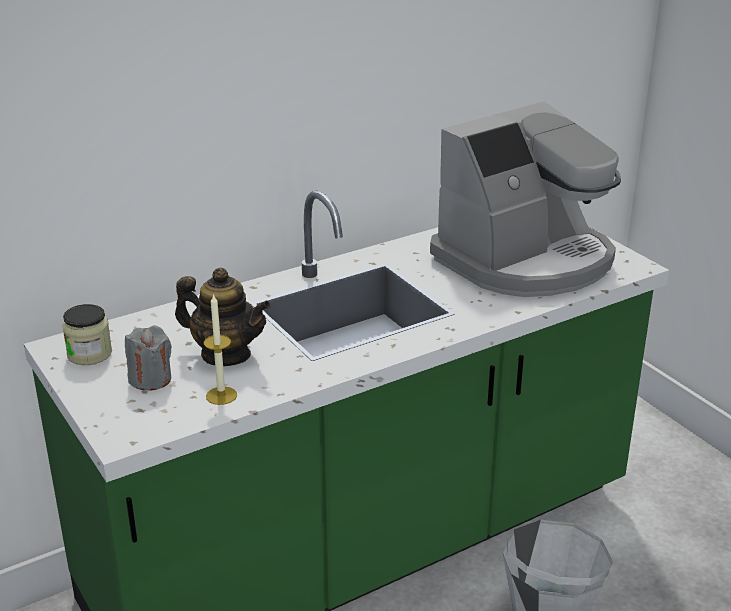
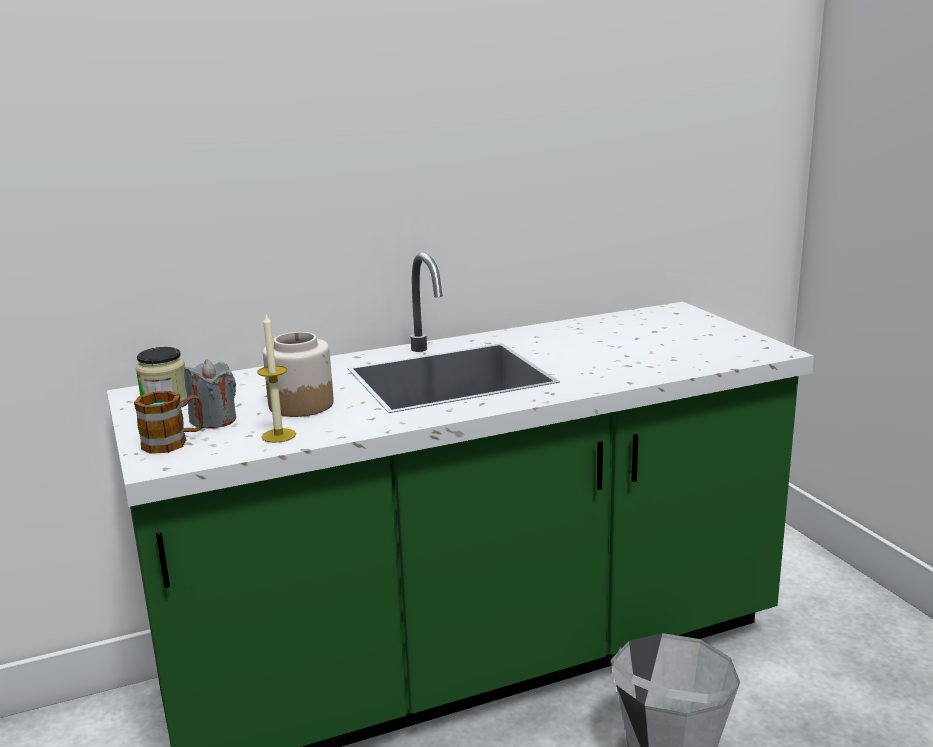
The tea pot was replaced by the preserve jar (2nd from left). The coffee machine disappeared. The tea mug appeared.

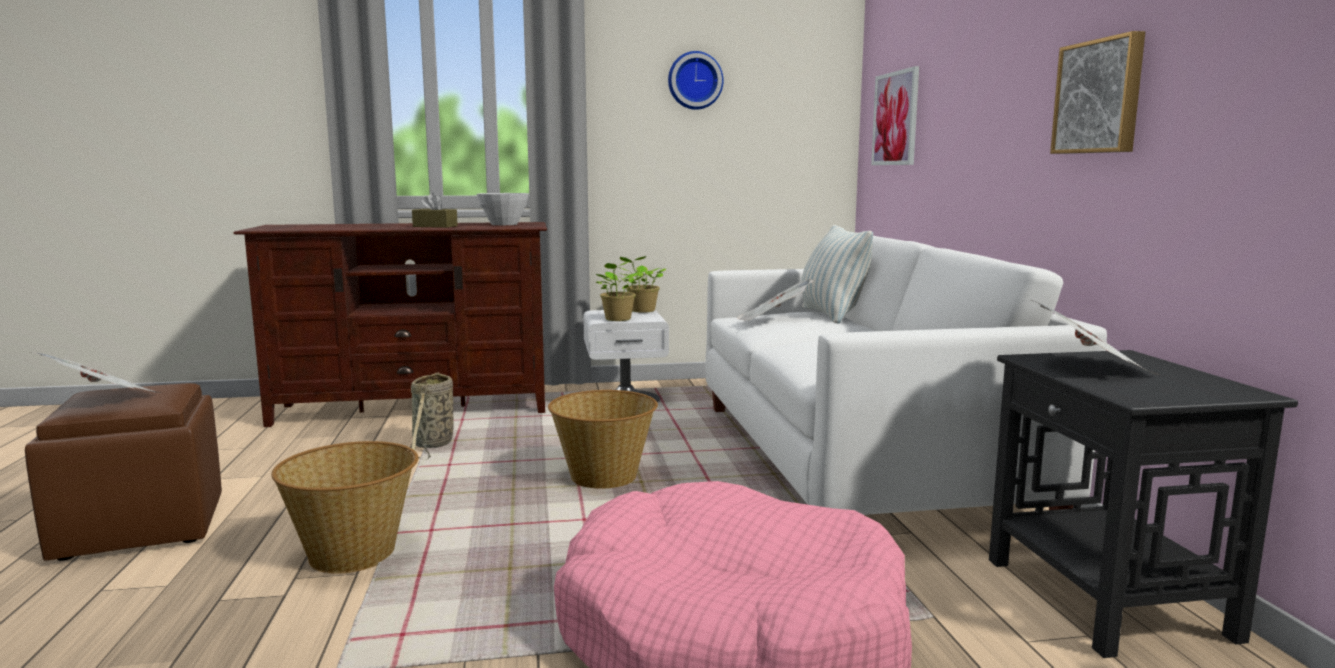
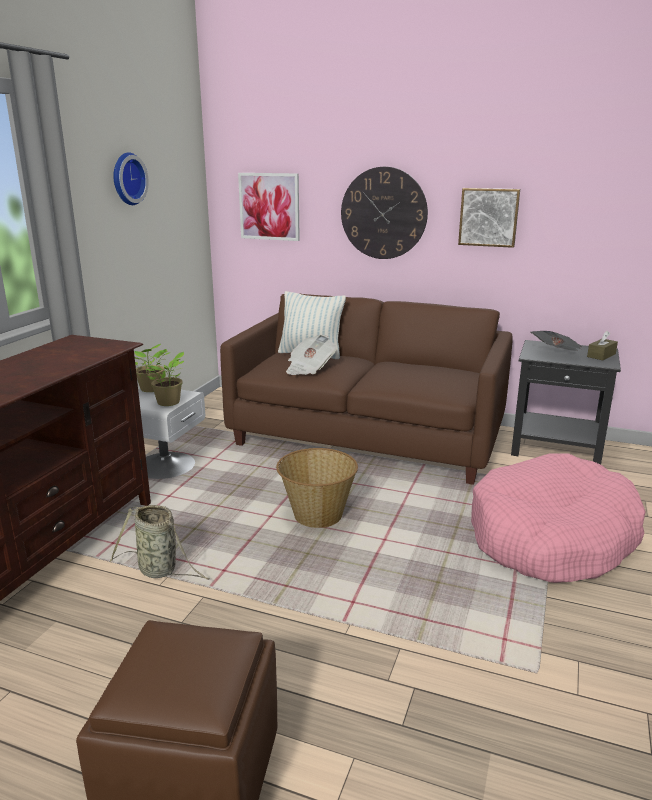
The newspaper (1st from left) disappeared. The storage basket (1st from left) disappeared. The brown-coloured tissue holder moved. The whitish serving bowl disappeared. The whitish couch became the brown-coloured couch. The wall clock (2nd from left) appeared.

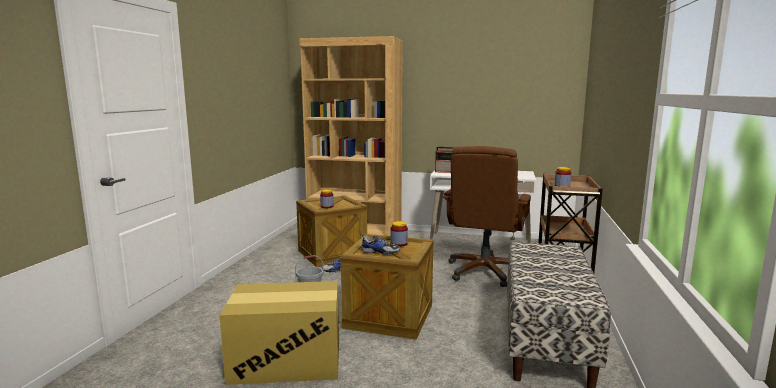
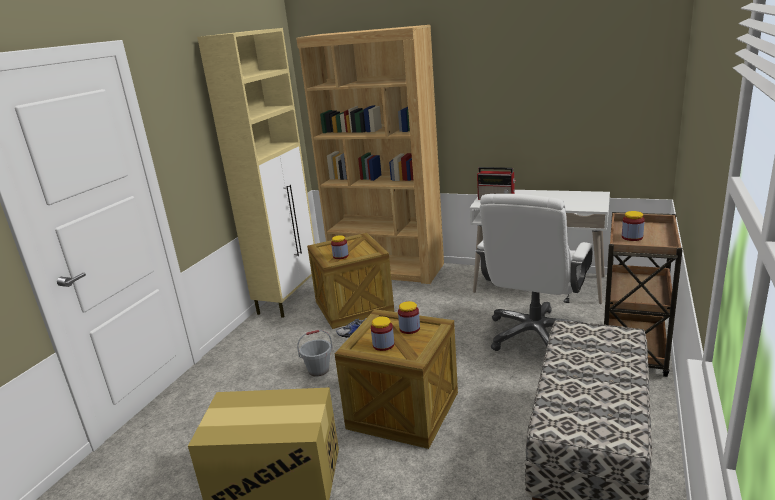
The low shoe (2nd from left) was replaced by the preserve jar (2nd from left). The brown-coloured computer chair became the whitish computer chair. The sand-coloured cupboard appeared.

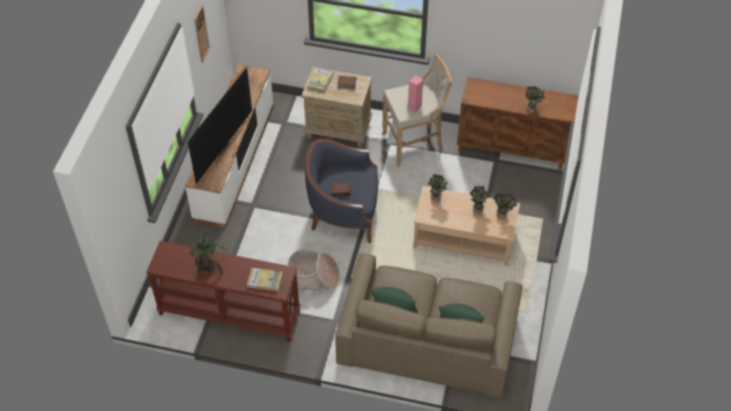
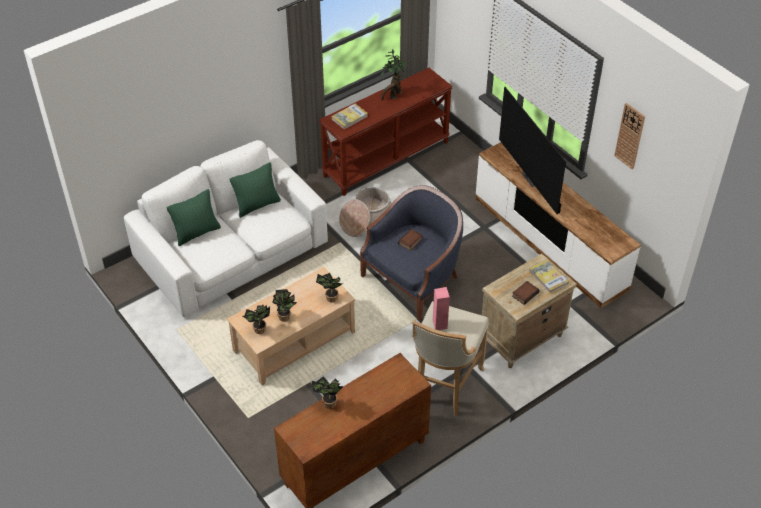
The brown-coloured couch became the whitish couch.

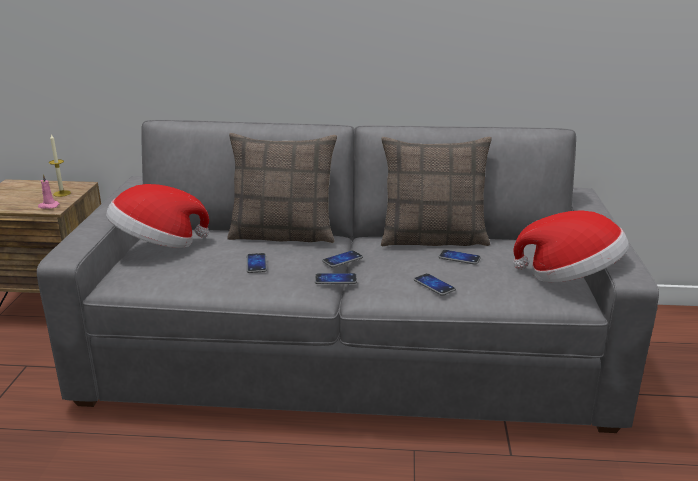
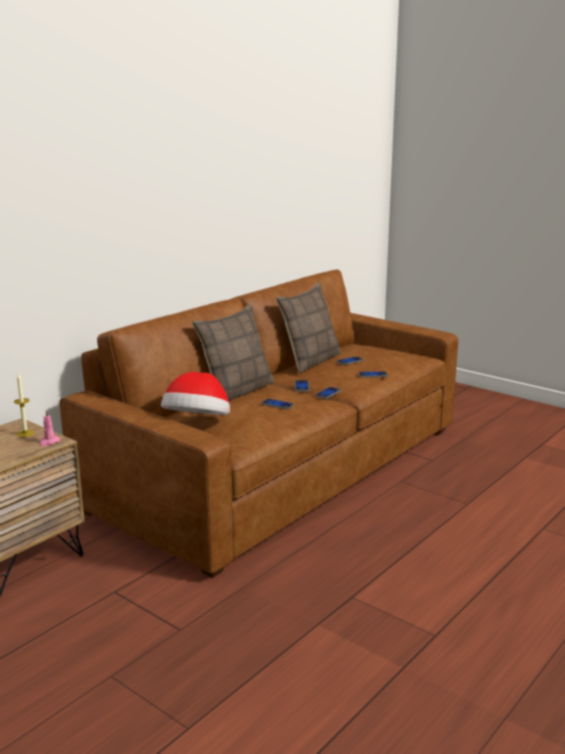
The greyish couch became the brown-coloured couch. The clothing hat (2nd from left) disappeared.

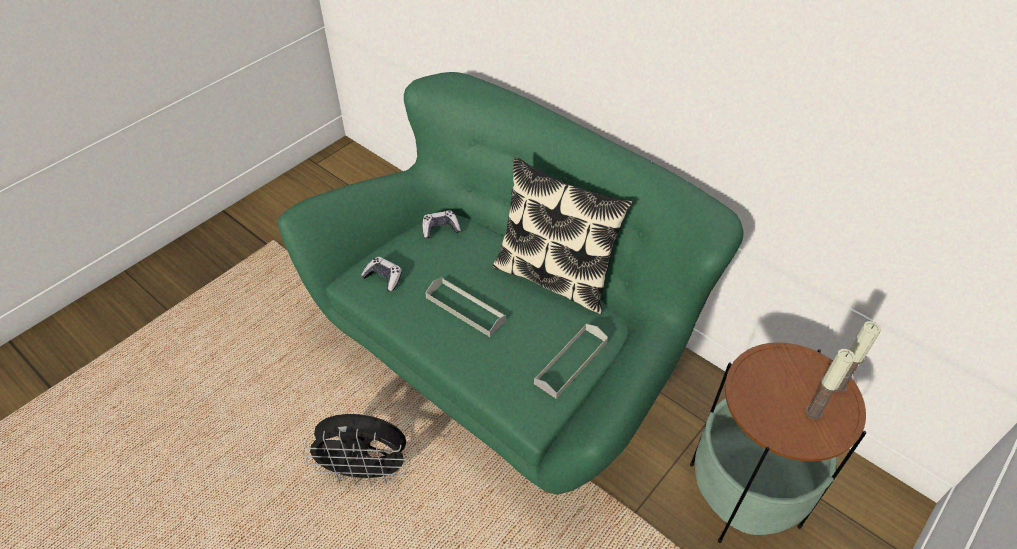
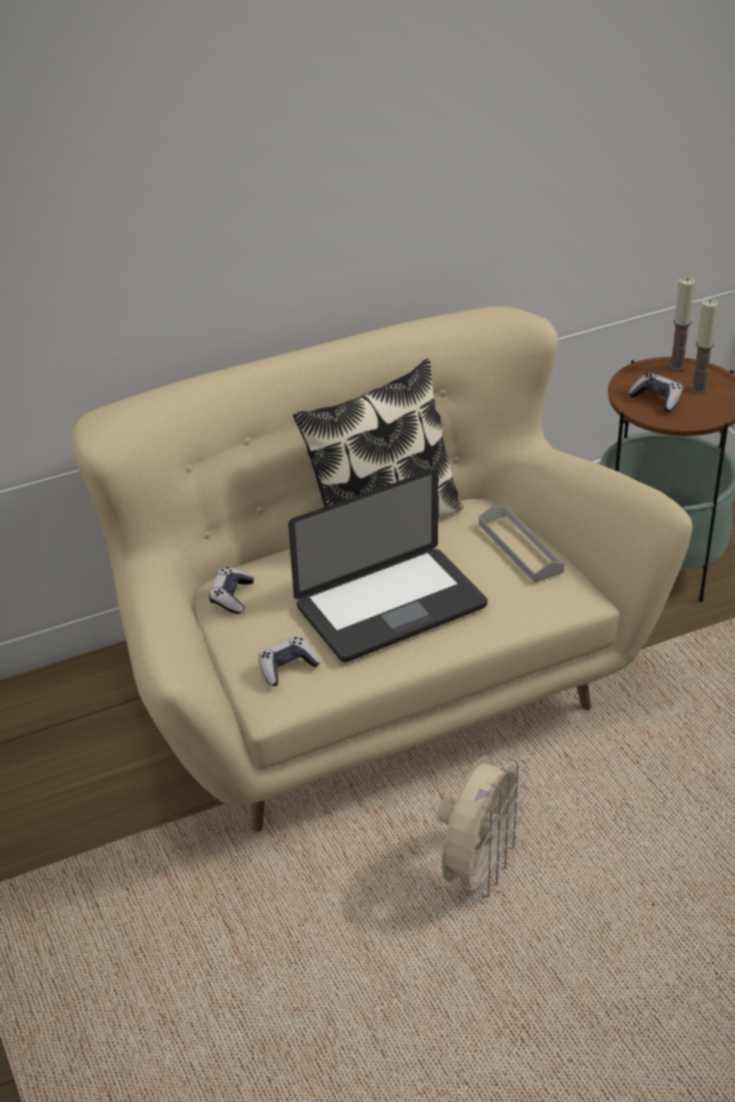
The green-coloured couch became the sand-coloured couch. The black cooling fan became the sand-coloured cooling fan. The greyish tray (1st from left) was replaced by the notebook computer. The gamepad (3rd from left) appeared.

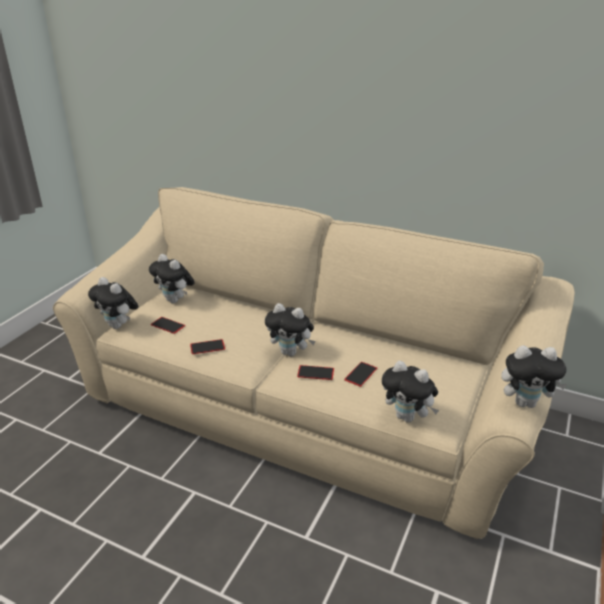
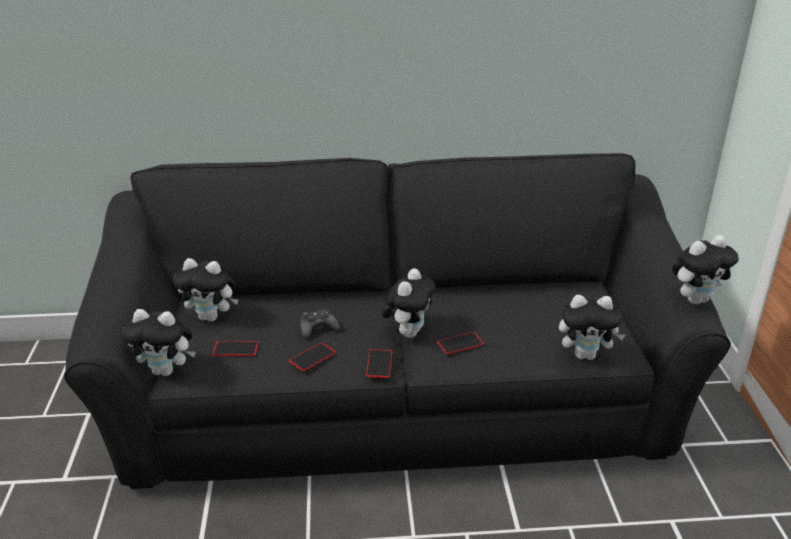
The sand-coloured couch became the black couch. The plush toy (3rd from left) turned 60 degrees counterclockwise. The phone (4th from left in the first image) moved. The black gamepad appeared.

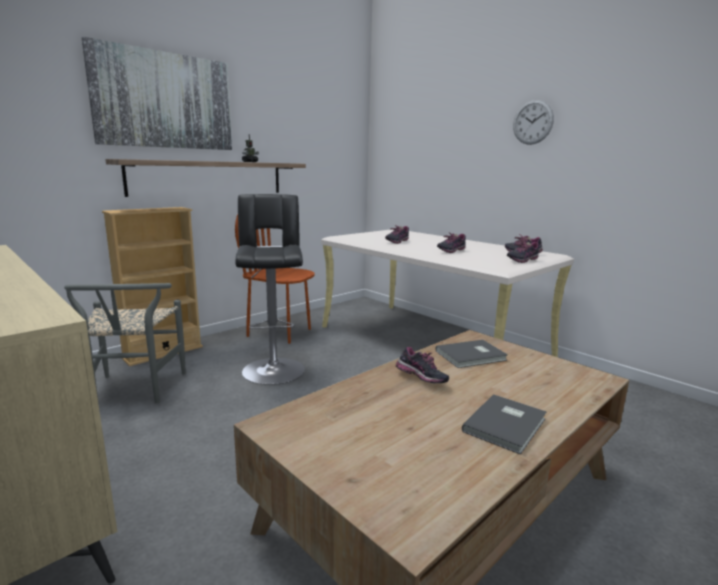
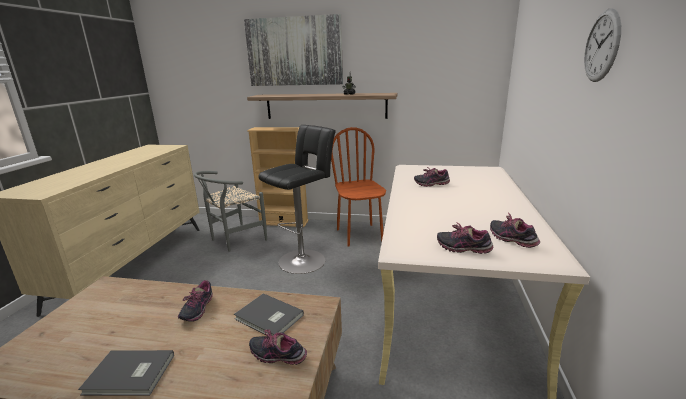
The low shoe (3rd from left in the first image) moved.

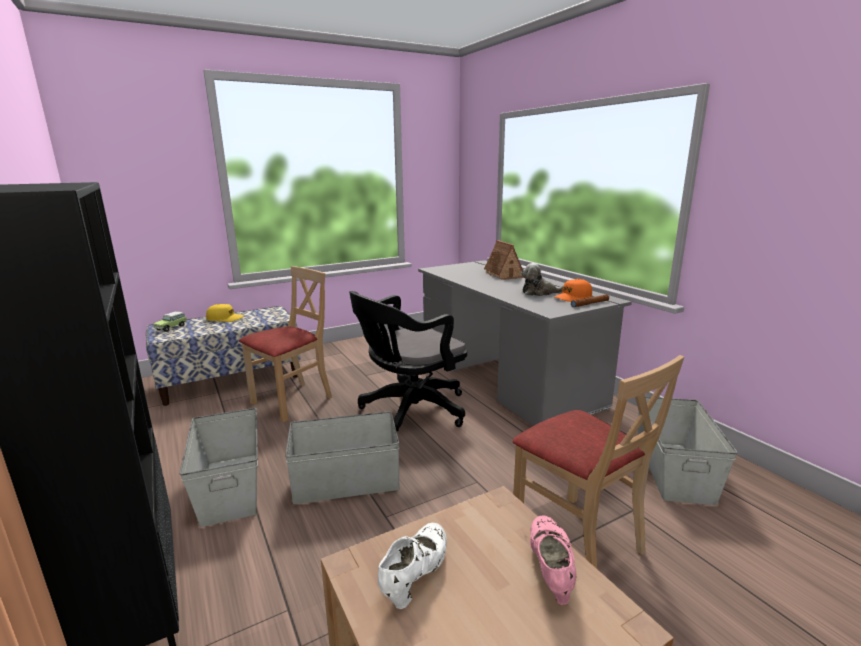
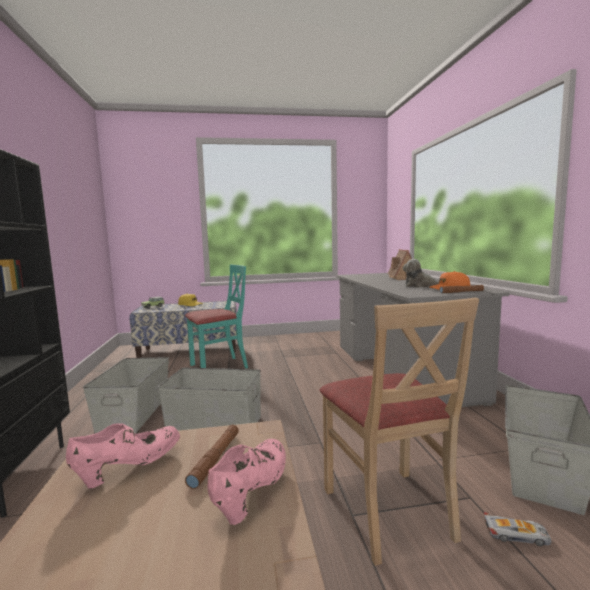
The sand-coloured plain chair (1st from left) became the blue-green plain chair. The black computer chair disappeared. The whitish low shoe became the pinkish low shoe (1st from left). The brown-coloured hand torch (1st from left) appeared. The miniature car (2nd from left) appeared.

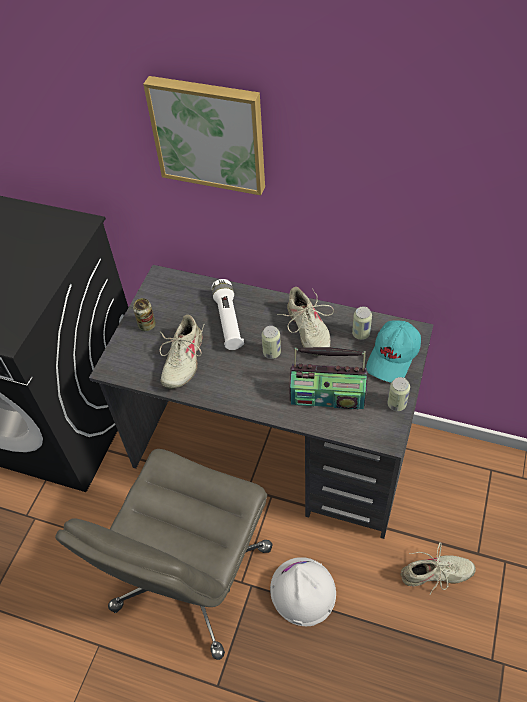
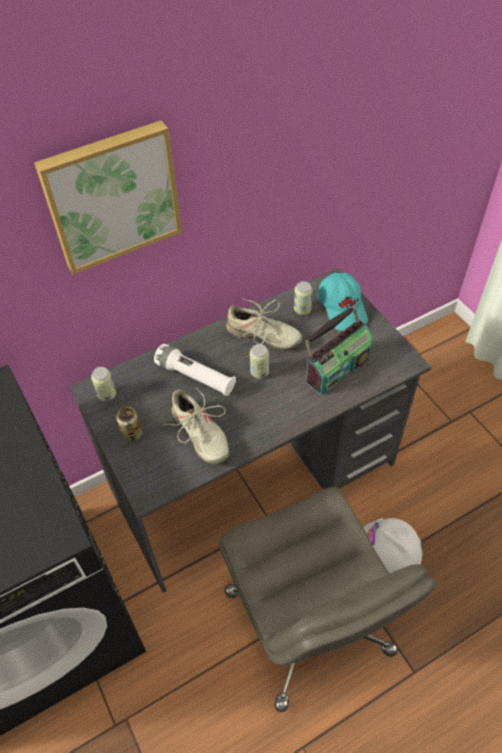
The metal can (4th from left in the first image) moved. The sand-coloured low shoe (3rd from left) disappeared.

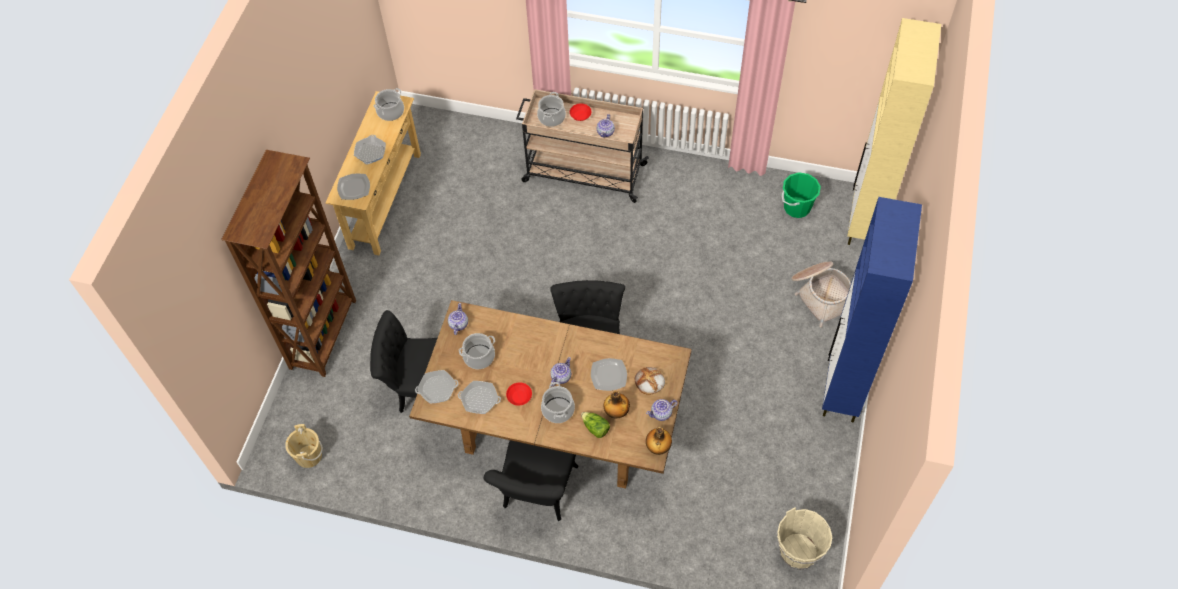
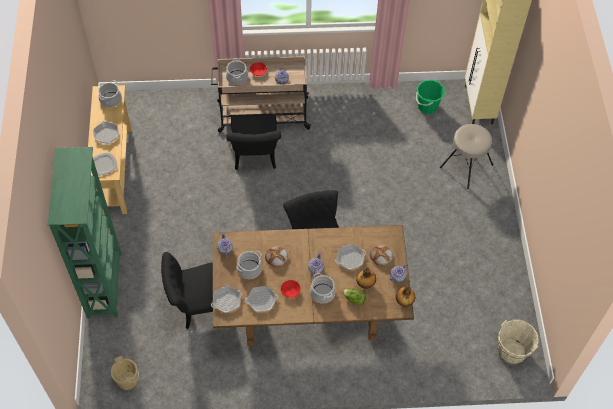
The brown-coloured bookshelf became the green-coloured bookshelf. The black plain chair (2nd from left) moved. The dinner plate (2nd from left) was replaced by the frying pan (4th from left). The storage basket was replaced by the sand-coloured stool seat. The blue cupboard disappeared. The bakery bread (1st from left) appeared.

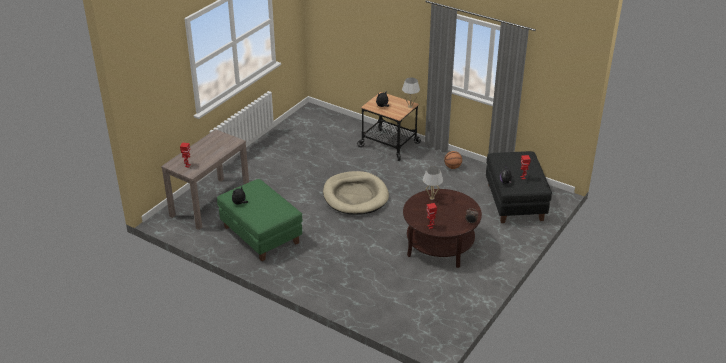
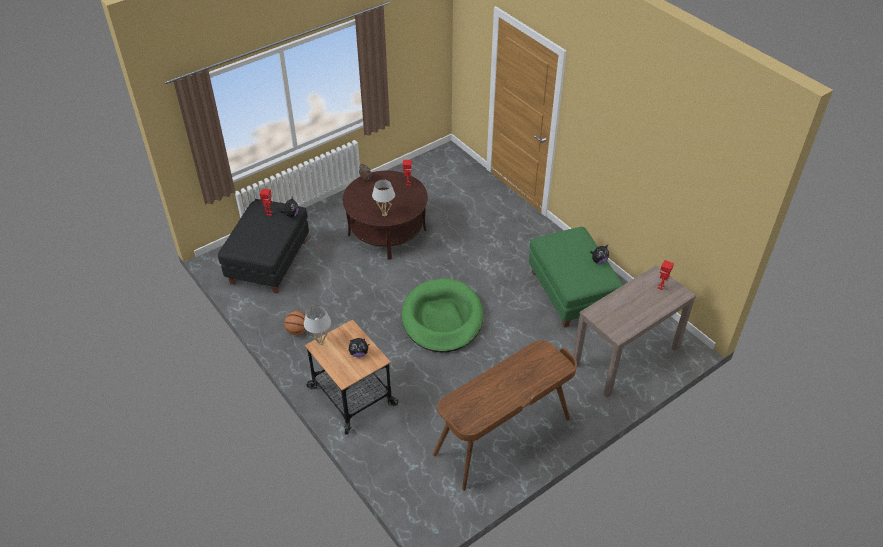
The sand-coloured dog bed became the green-coloured dog bed. The brown-coloured desk table appeared.

